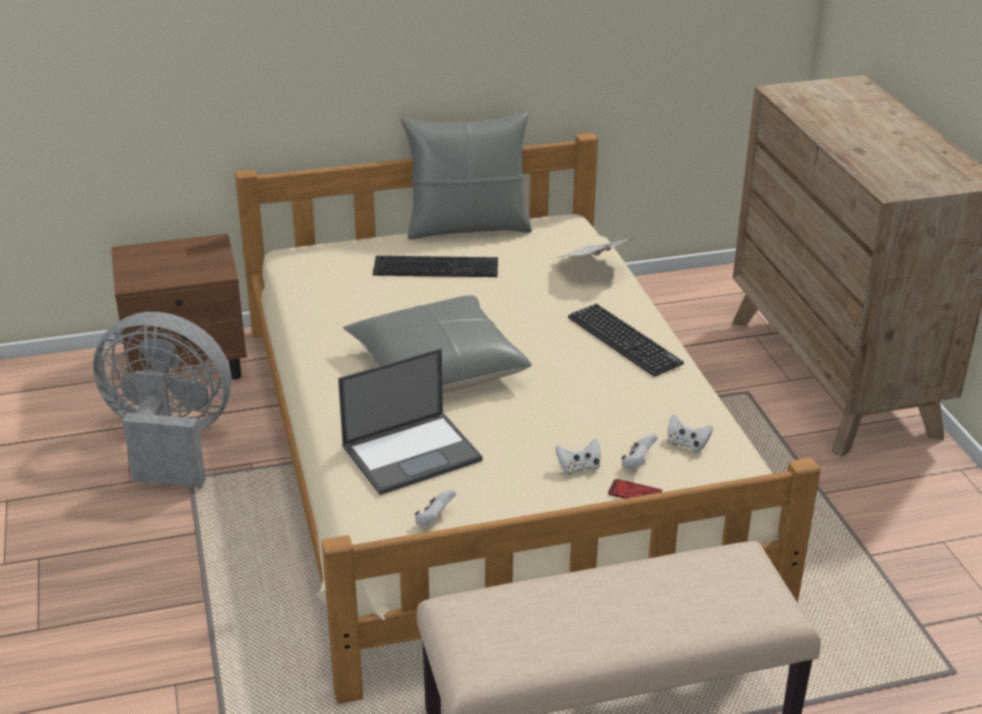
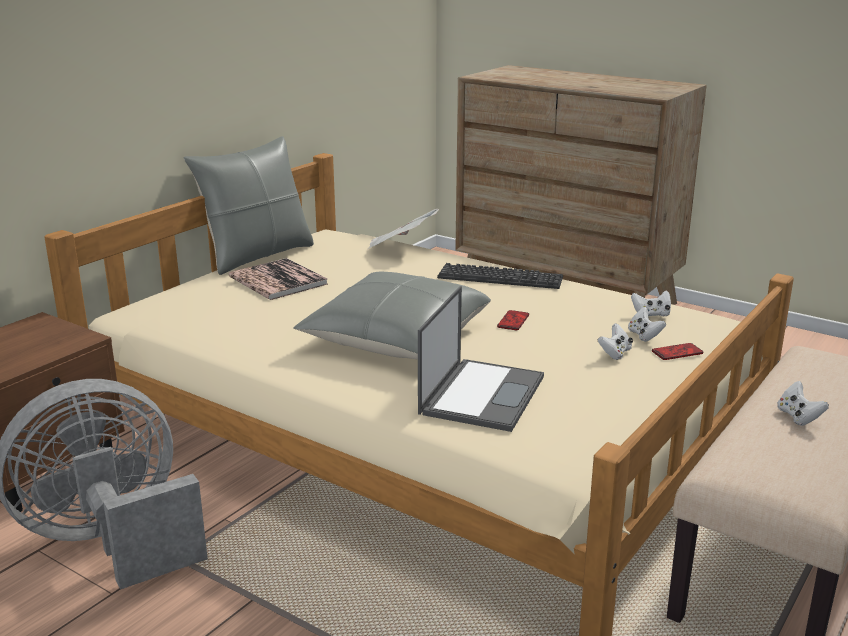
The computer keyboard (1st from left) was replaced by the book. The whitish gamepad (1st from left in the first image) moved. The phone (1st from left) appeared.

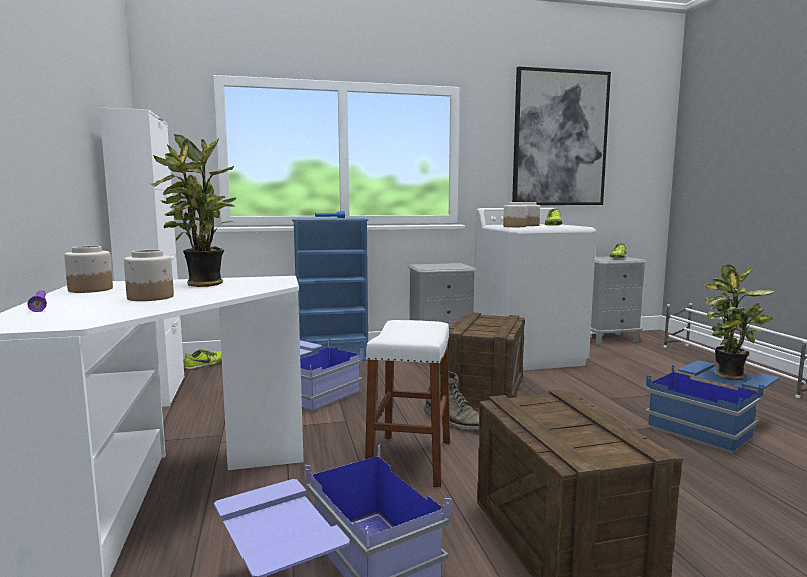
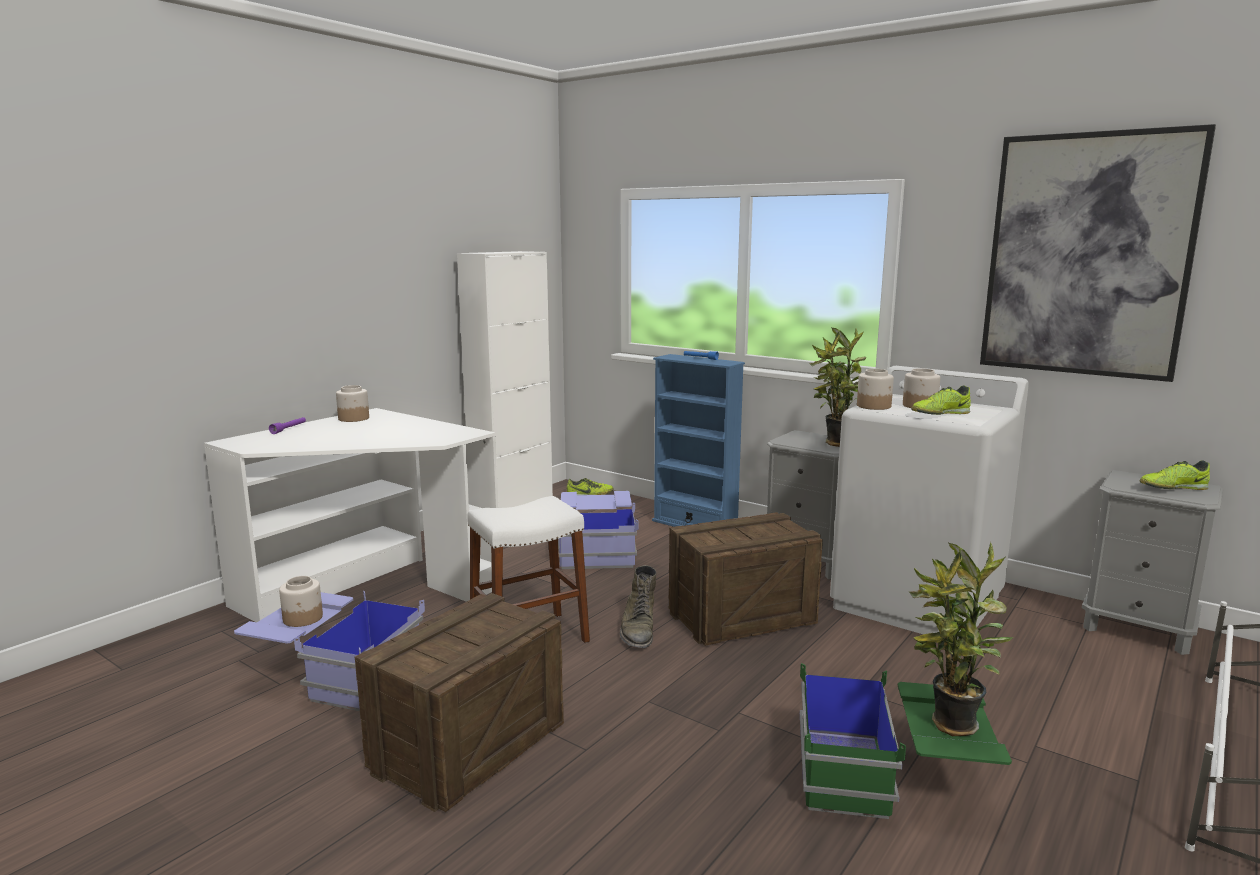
The preserve jar (2nd from left in the first image) moved. The houseplant (1st from left) moved. The blue storage container (3rd from left) became the green-coloured storage container.

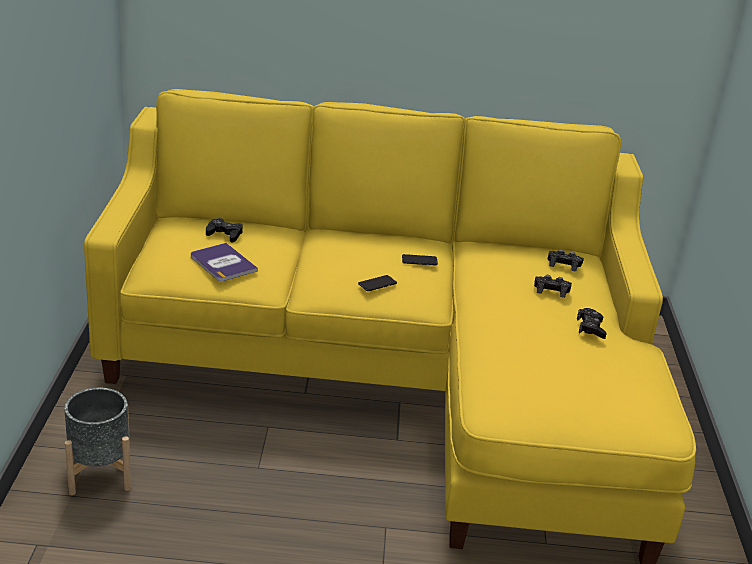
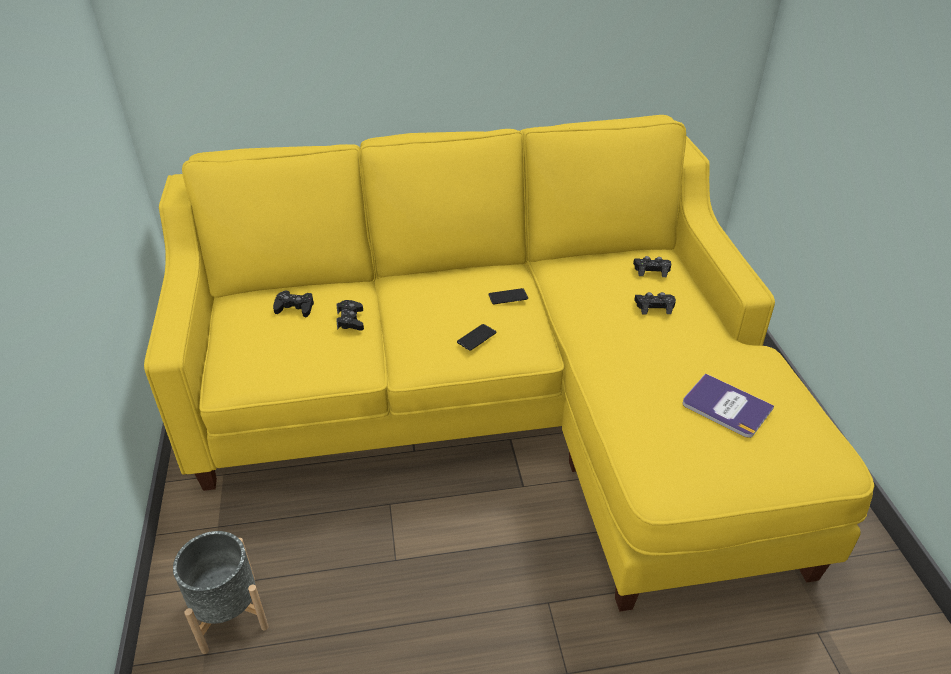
The book moved. The black gamepad (4th from left in the first image) moved.

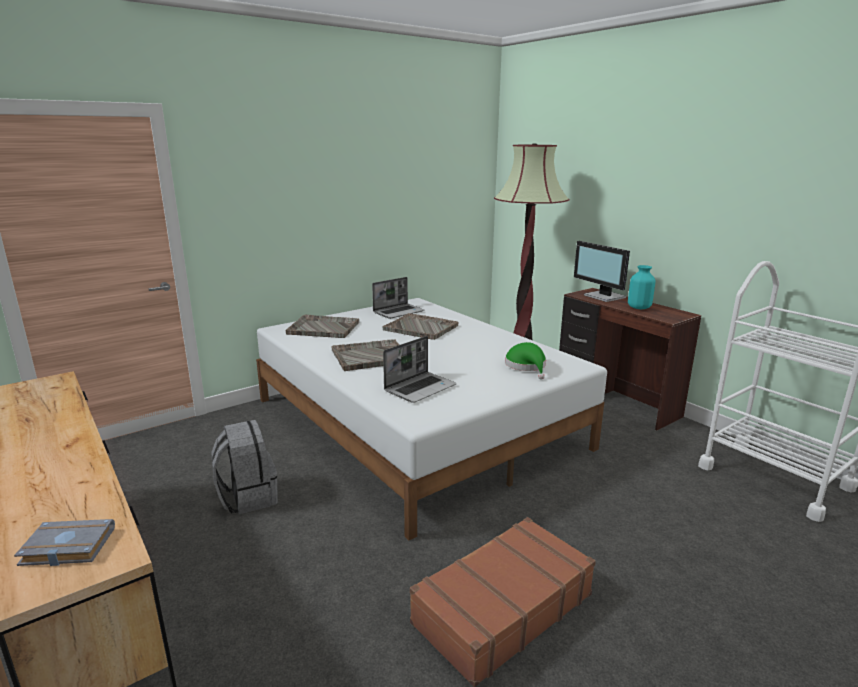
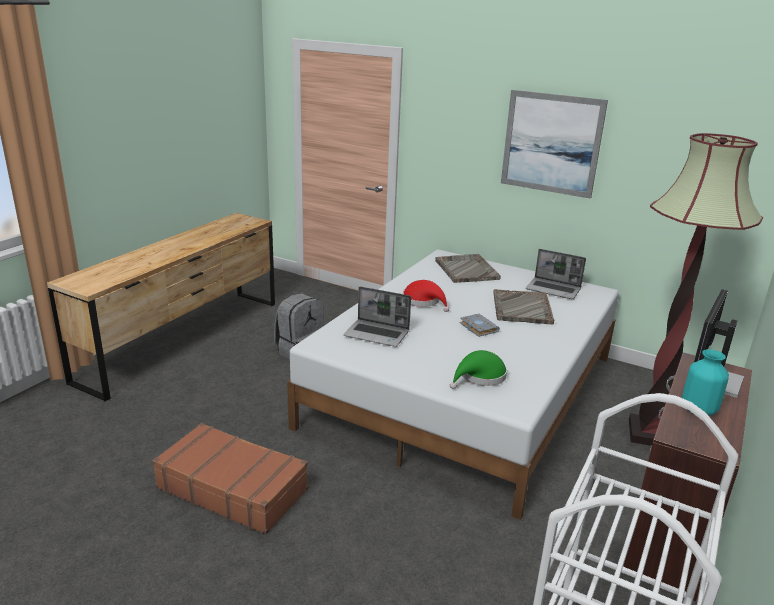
The greyish book moved. The greyish tray (2nd from left) was replaced by the reddish clothing hat. The wall picture appeared.

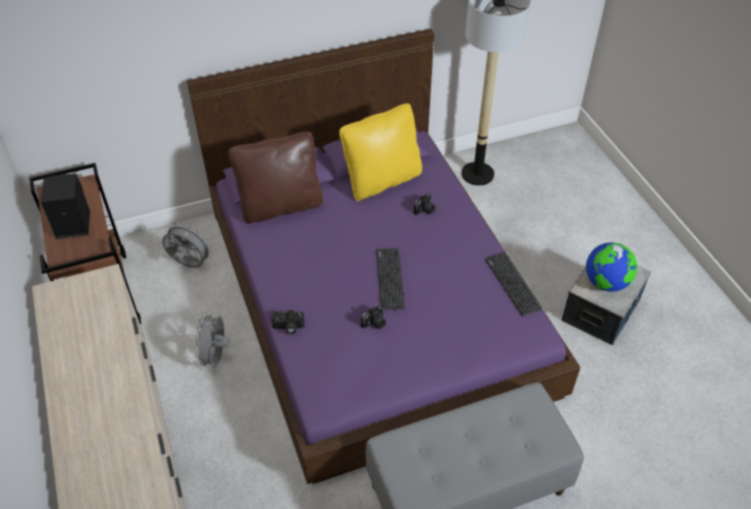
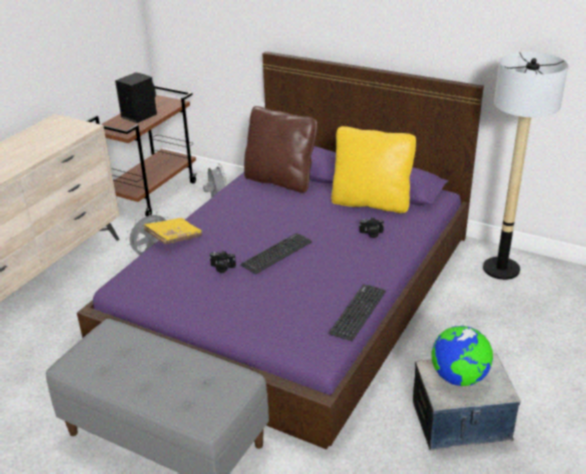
The photo camera (1st from left) was replaced by the yellowish book.

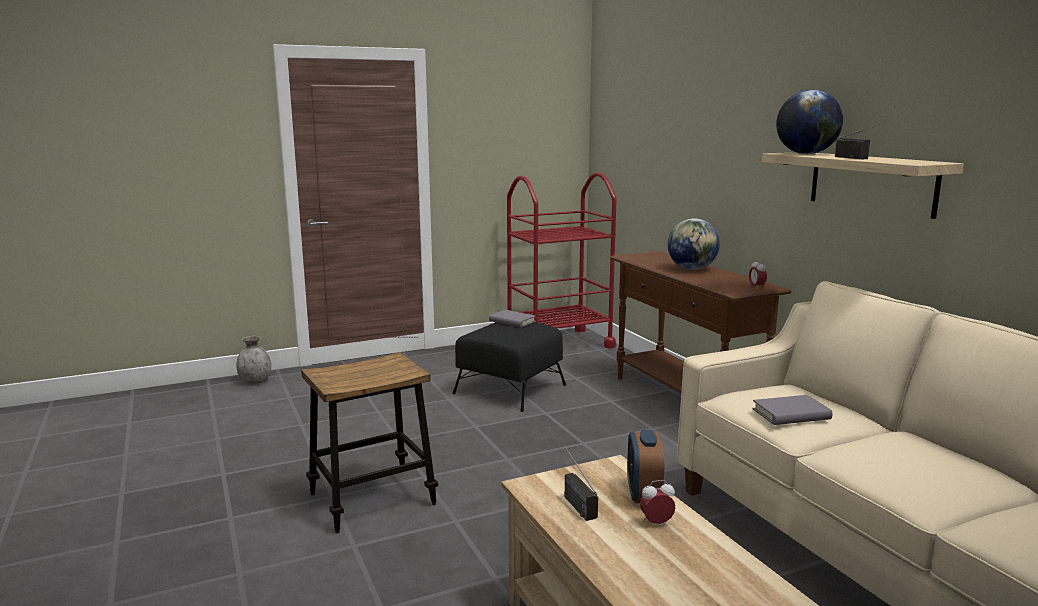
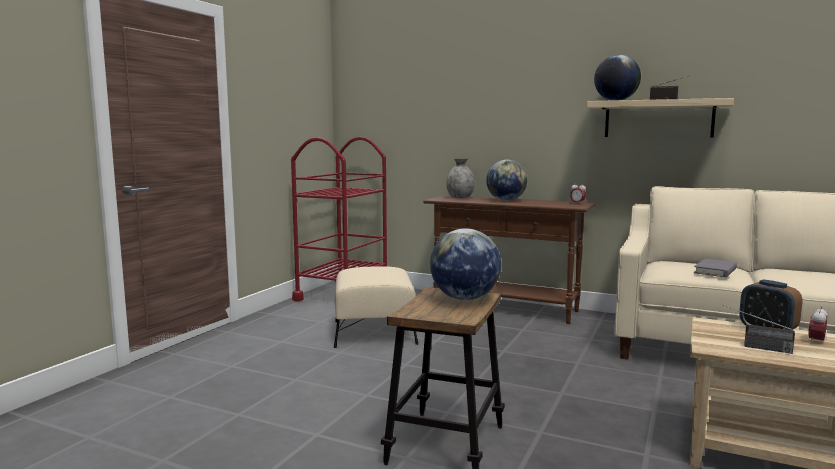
The greyish decorative vase moved. The black pouffe became the sand-coloured pouffe. The greyish book (1st from left) disappeared. The desk globe (1st from left) appeared.

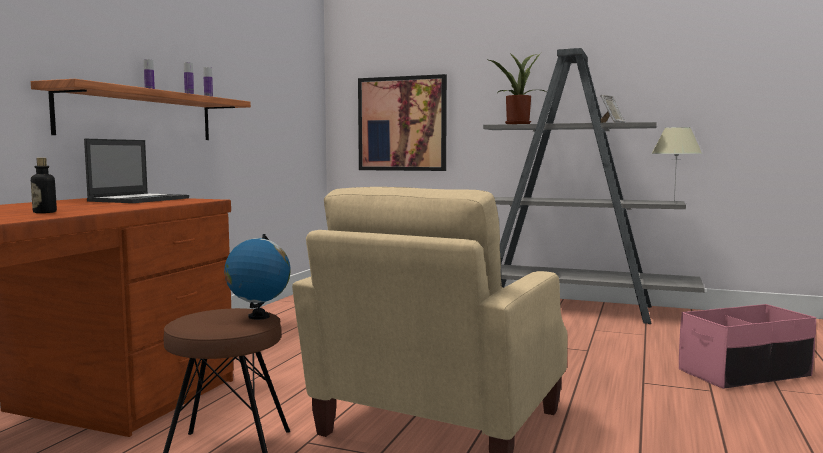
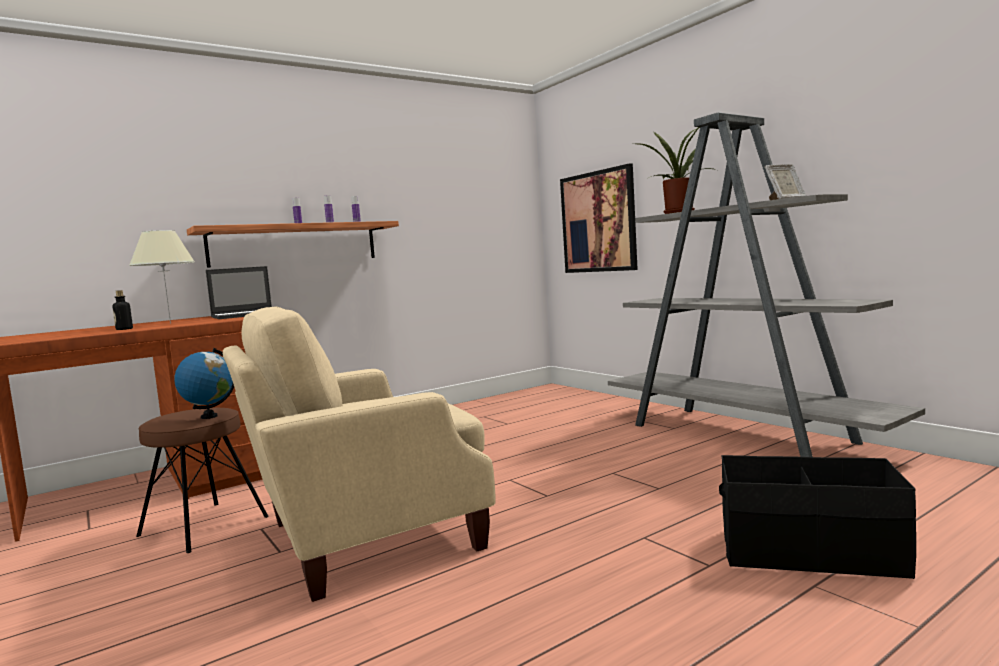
The sand-coloured lamp for a table moved. The pinkish storage container became the black storage container.

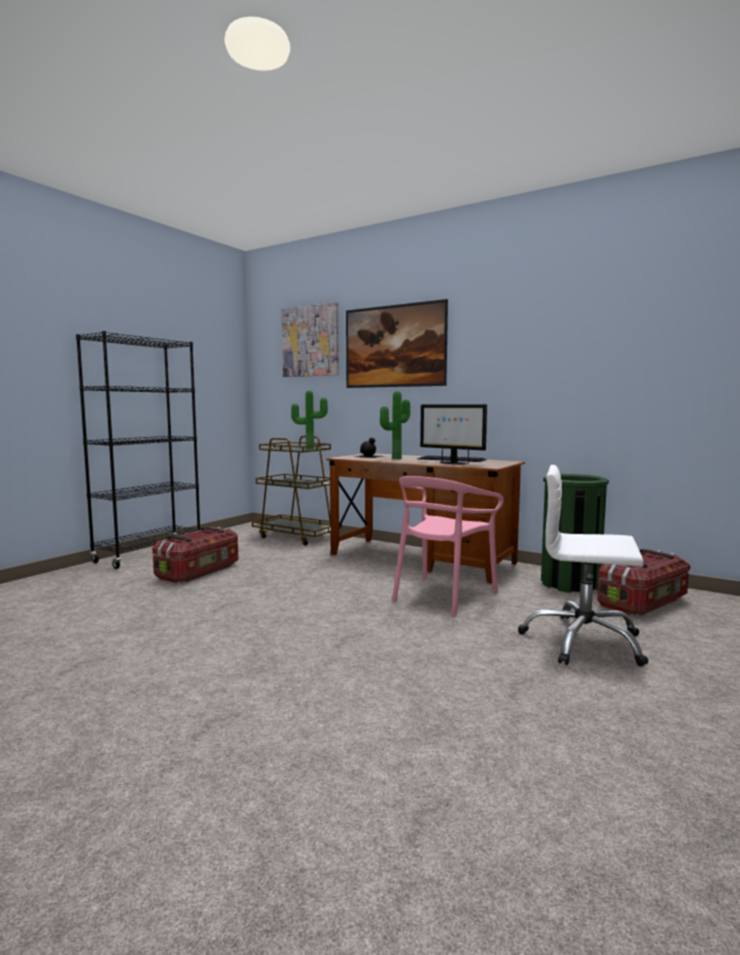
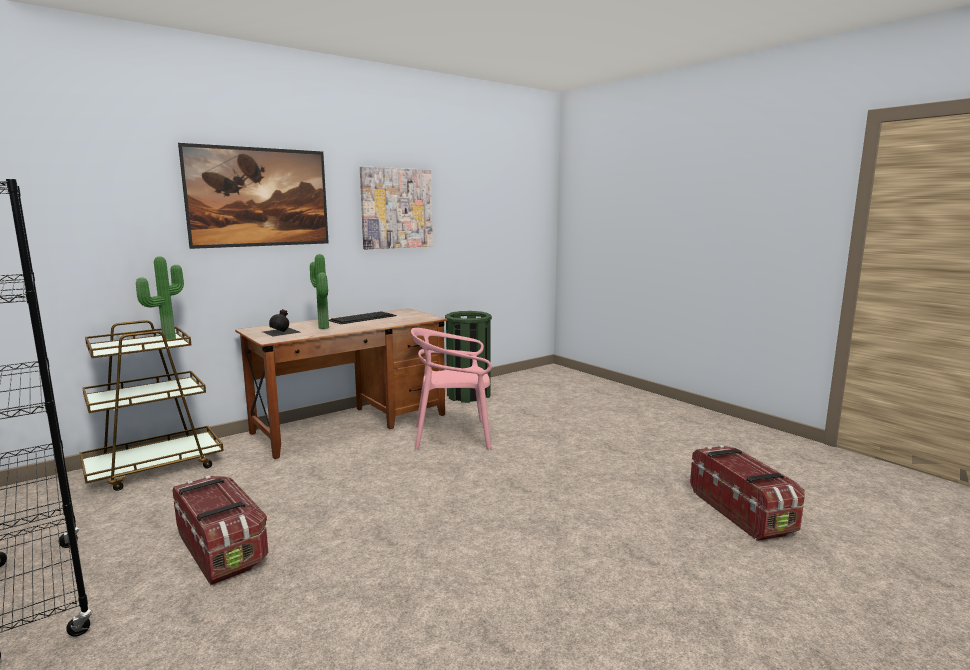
The wall picture (1st from left in the first image) moved. The pinkish plain chair turned 120 degrees clockwise. The monitor disappeared. The whitish computer chair disappeared. The storage container (2nd from left) moved.

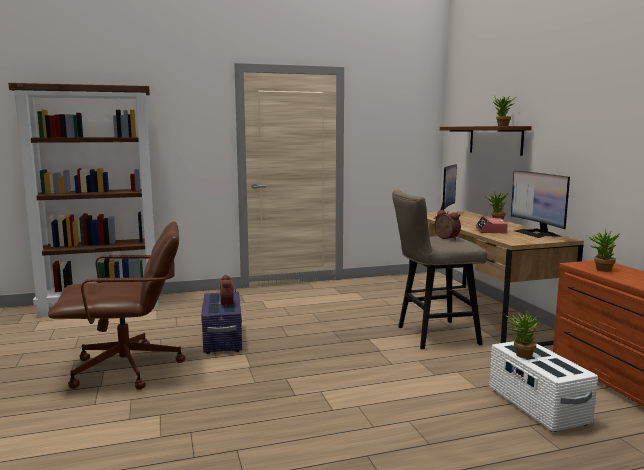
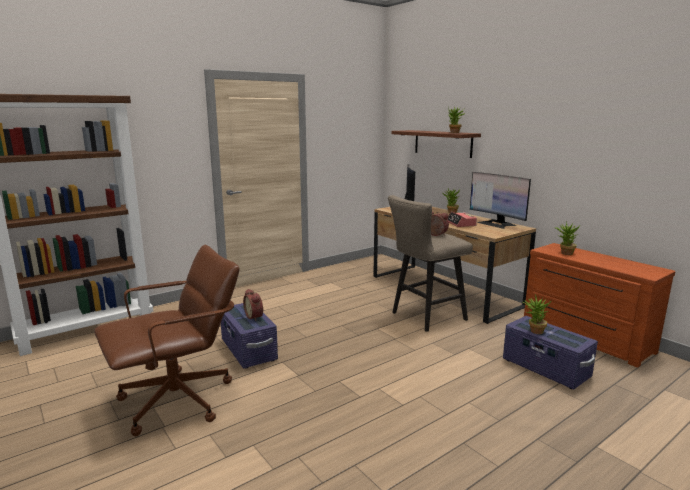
The whitish storage container became the purplish storage container (2nd from left).

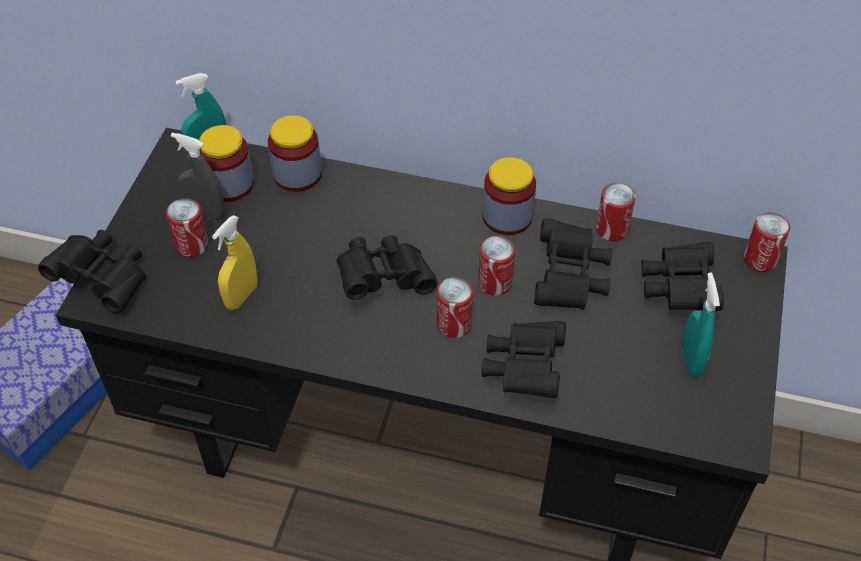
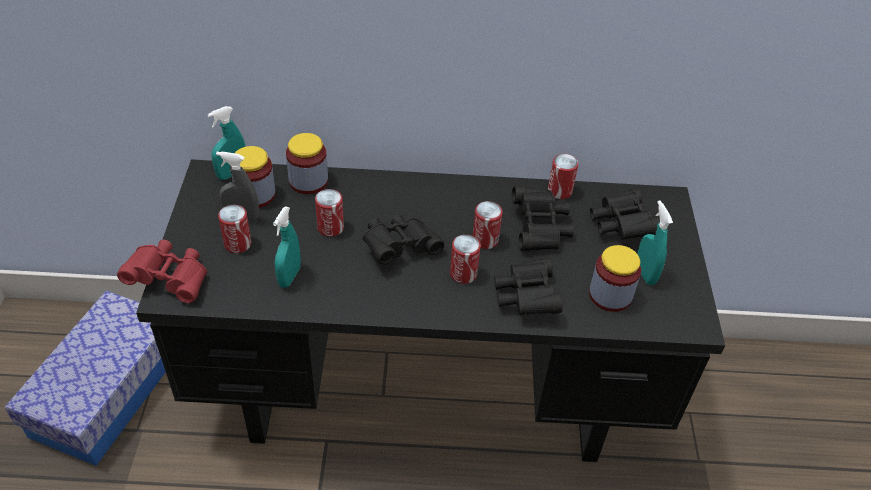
The black field glasses (1st from left) became the reddish field glasses. The yellowish sprayer became the blue-green sprayer (2nd from left). The preserve jar (3rd from left) moved. The metal can (5th from left in the first image) moved.

